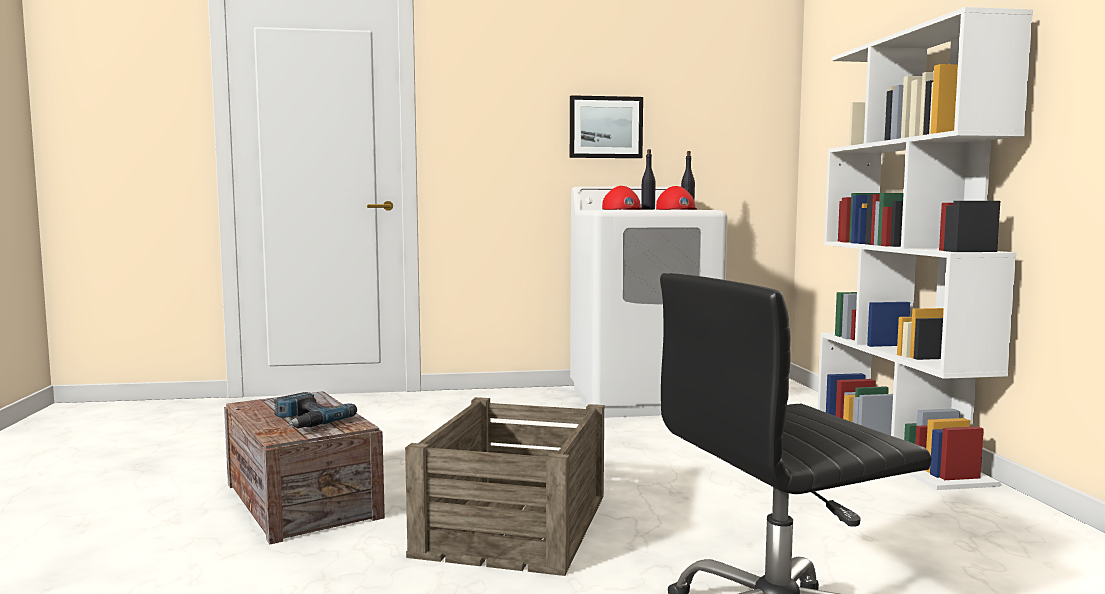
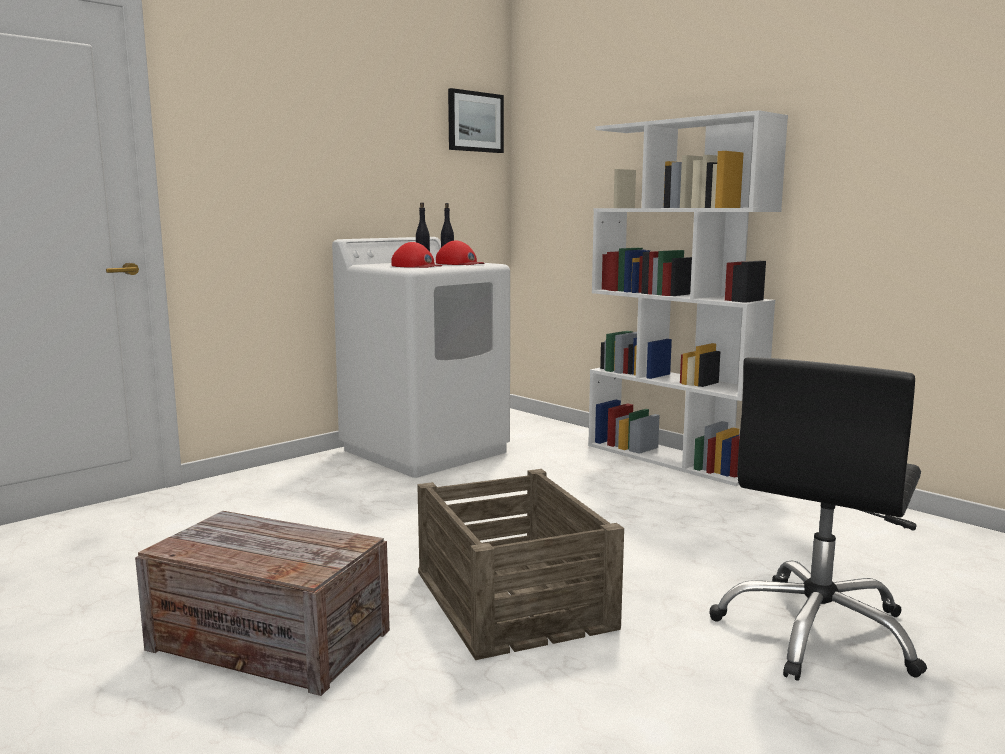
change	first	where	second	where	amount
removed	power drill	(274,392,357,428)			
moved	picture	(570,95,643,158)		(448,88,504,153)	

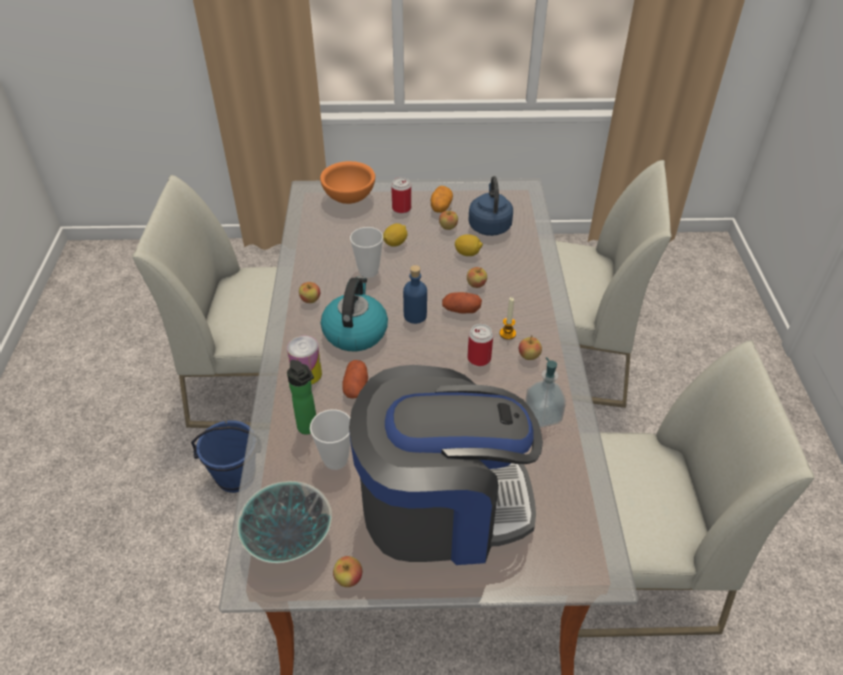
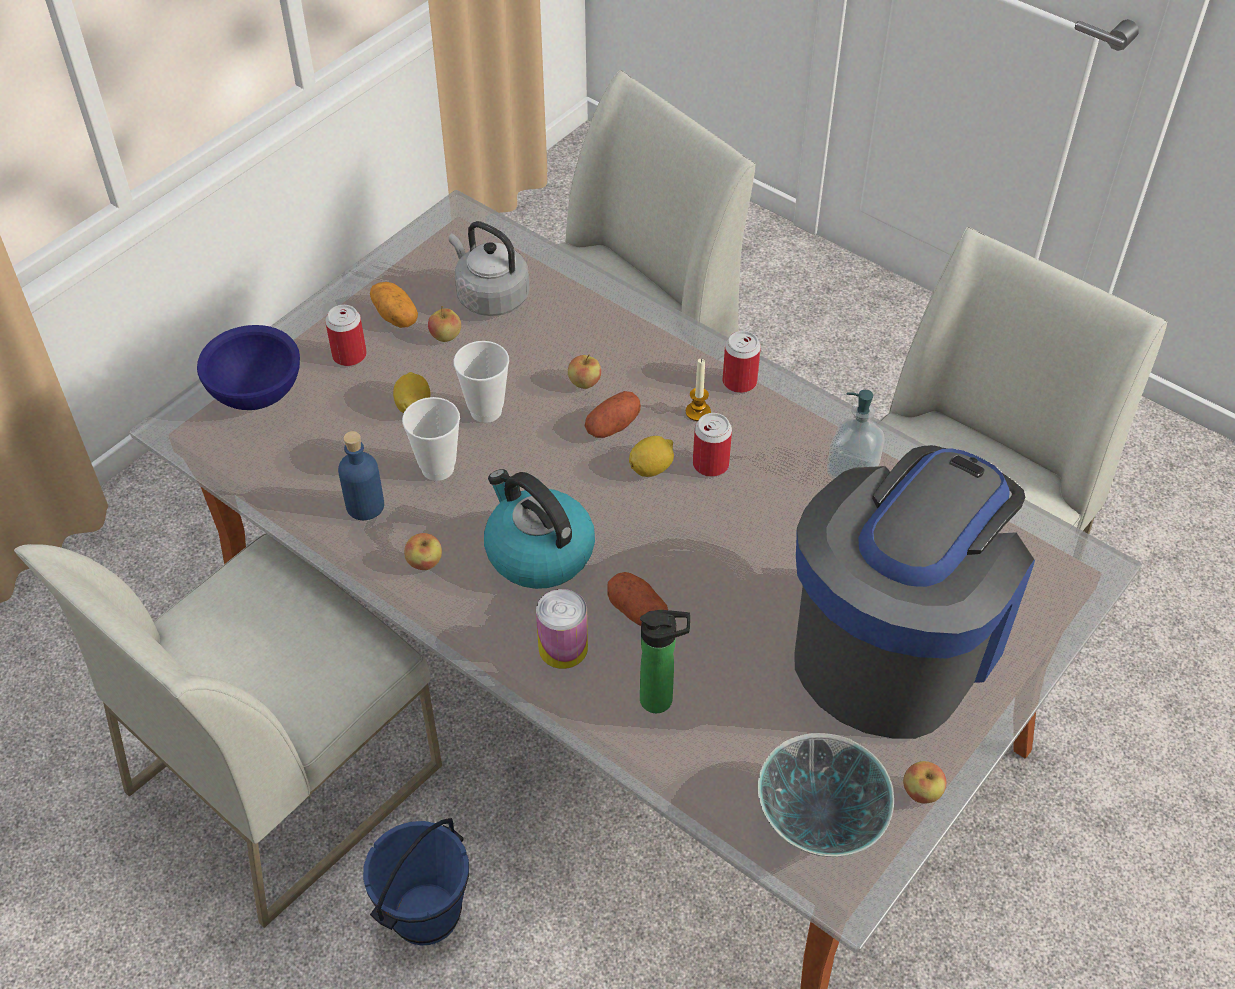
change	first	where	second	where	amount
removed	apple	(519,335,542,360)			
added			can	(723,331,761,393)	
moved	cup	(310,409,351,470)		(453,341,509,423)	
moved	blue bottle	(403,265,427,324)		(338,431,384,520)	
moved	lemon	(455,234,483,256)		(629,436,674,477)	
recoloured	orange bowl	(320,161,375,204)	blue bowl	(197,325,300,410)	
recoloured	blue kettle	(468,176,513,236)	grey kettle	(449,221,529,316)	

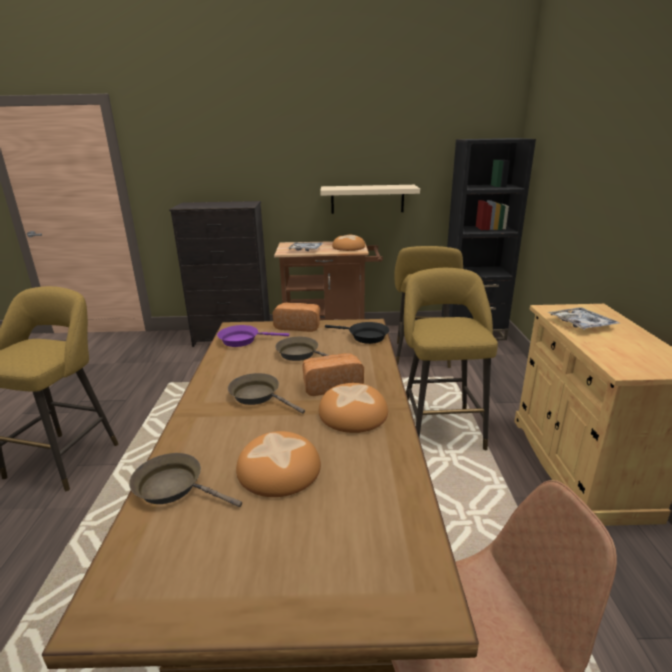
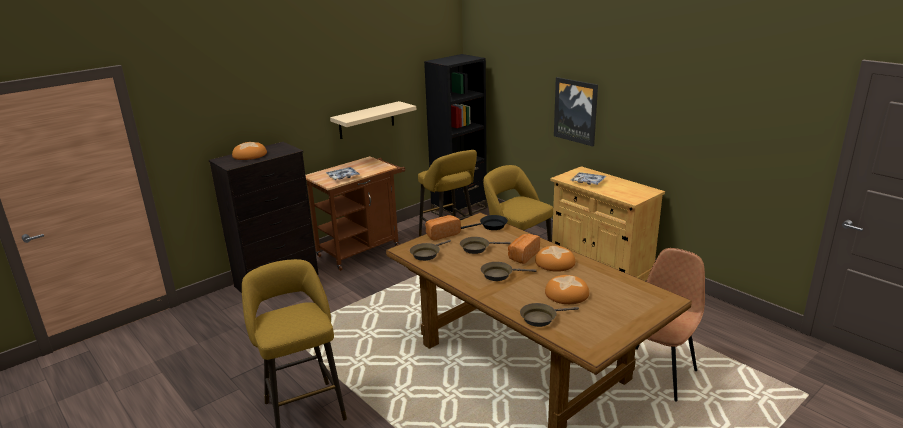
change	first	where	second	where	amount
added			picture	(554,77,598,146)	
moved	bread	(332,235,365,251)		(232,142,267,160)	
recoloured	purple frying pan	(217,325,289,347)	brown frying pan	(410,240,451,261)	

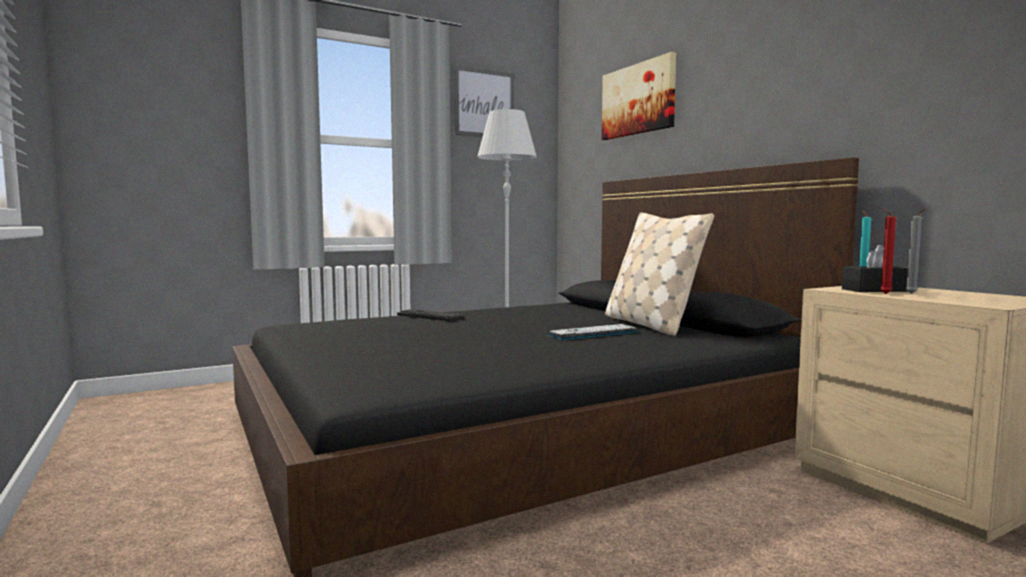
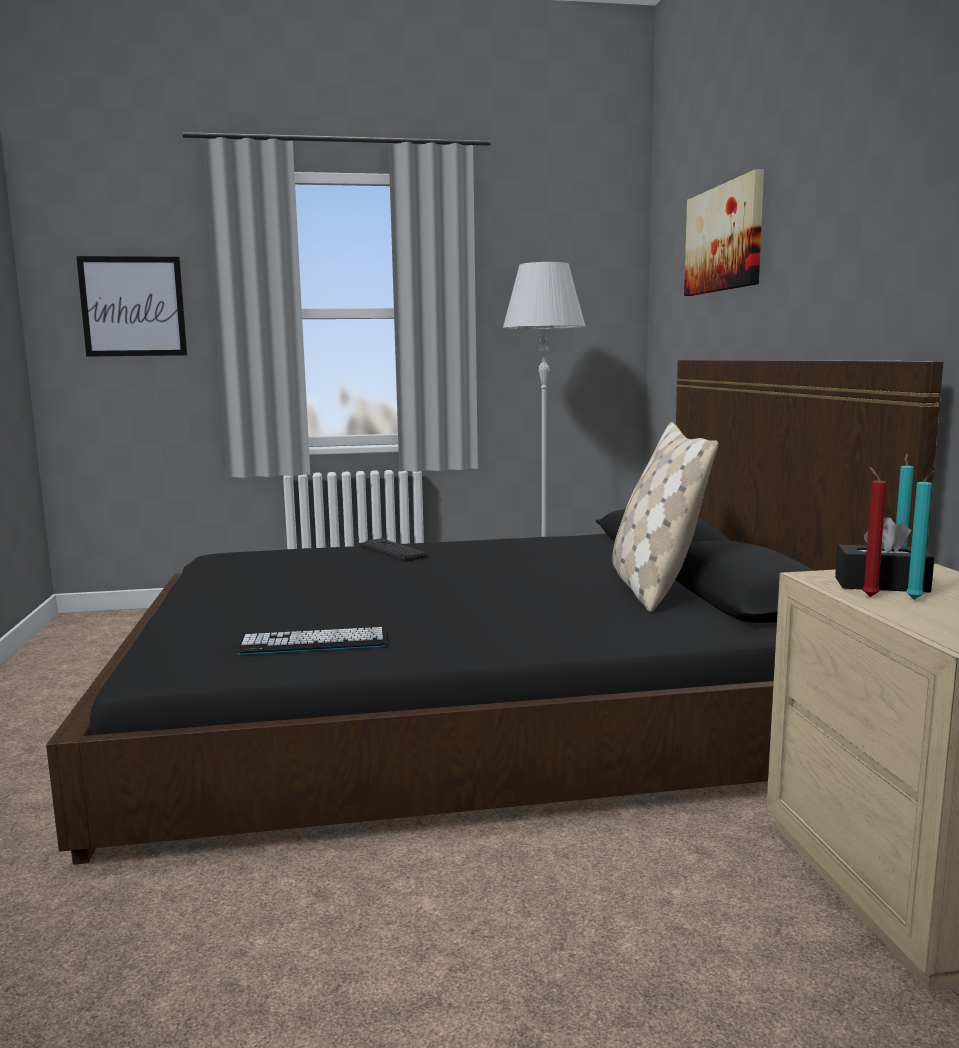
change	first	where	second	where	amount
moved	picture	(454,65,514,137)		(76,256,187,357)	
moved	keyboard	(547,324,638,340)		(237,627,387,655)	
recoloured	grey candle	(905,208,927,294)	turquoise candle	(906,471,935,600)	

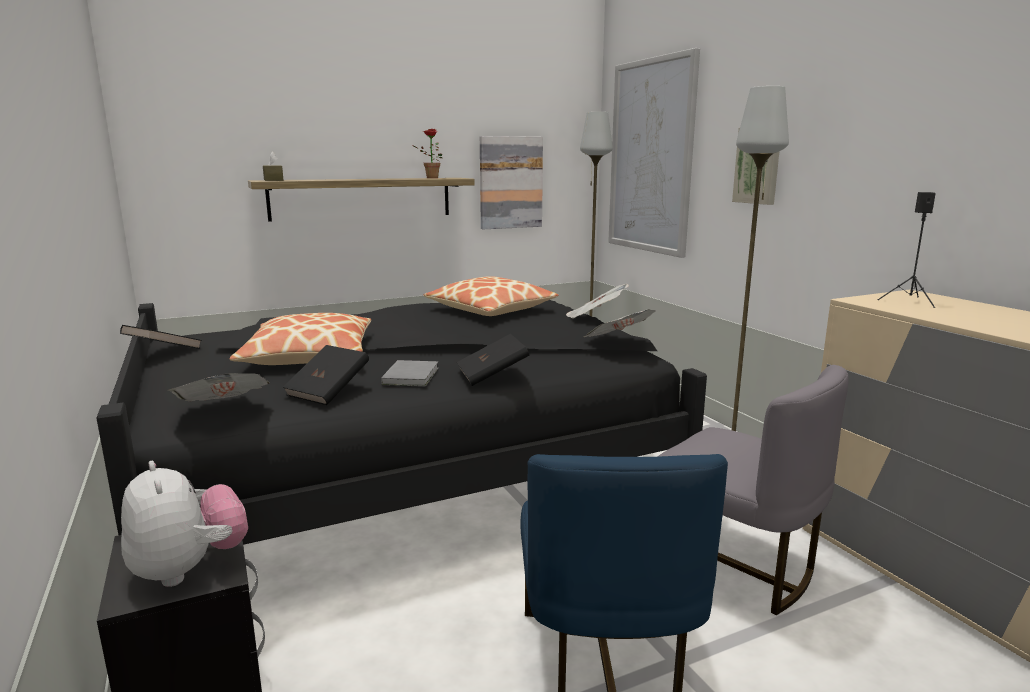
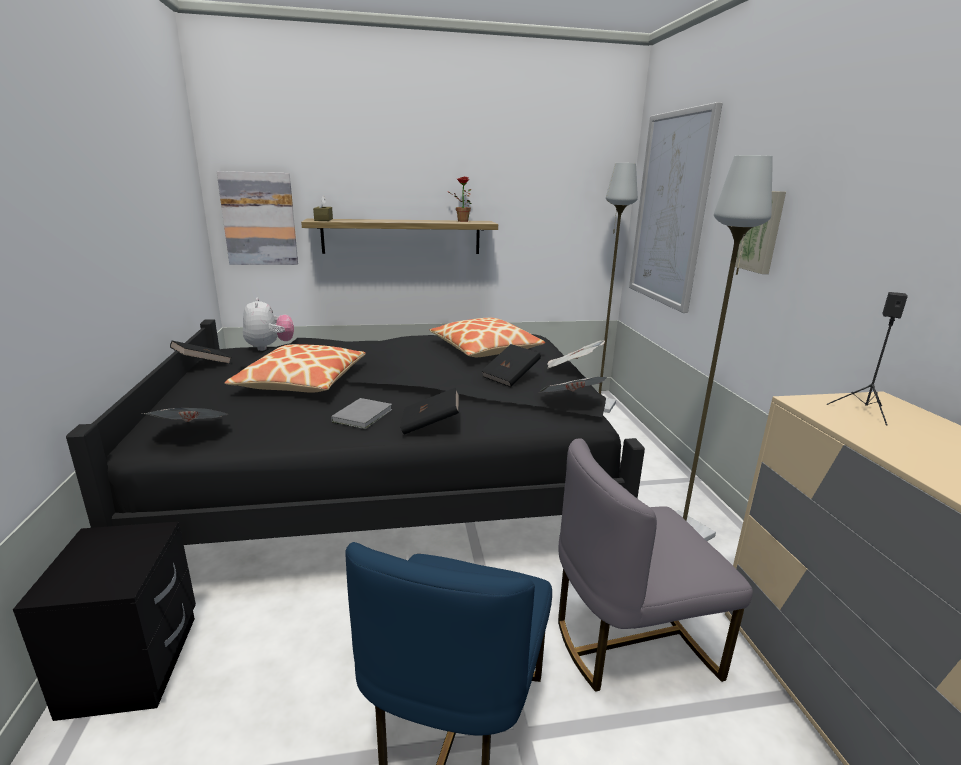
change	first	where	second	where	amount
moved	plush toy	(121,461,248,587)		(243,298,294,351)	
moved	black book	(282,345,369,405)		(481,344,541,387)	
moved	picture	(480,136,543,229)		(217,171,298,265)	
turned	grey chair	(657,365,849,615)		(558,438,753,692)	105 degrees clockwise

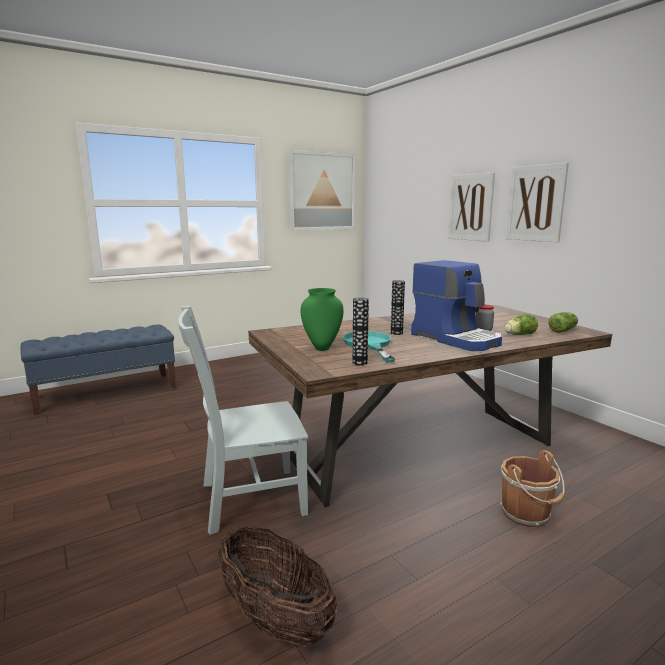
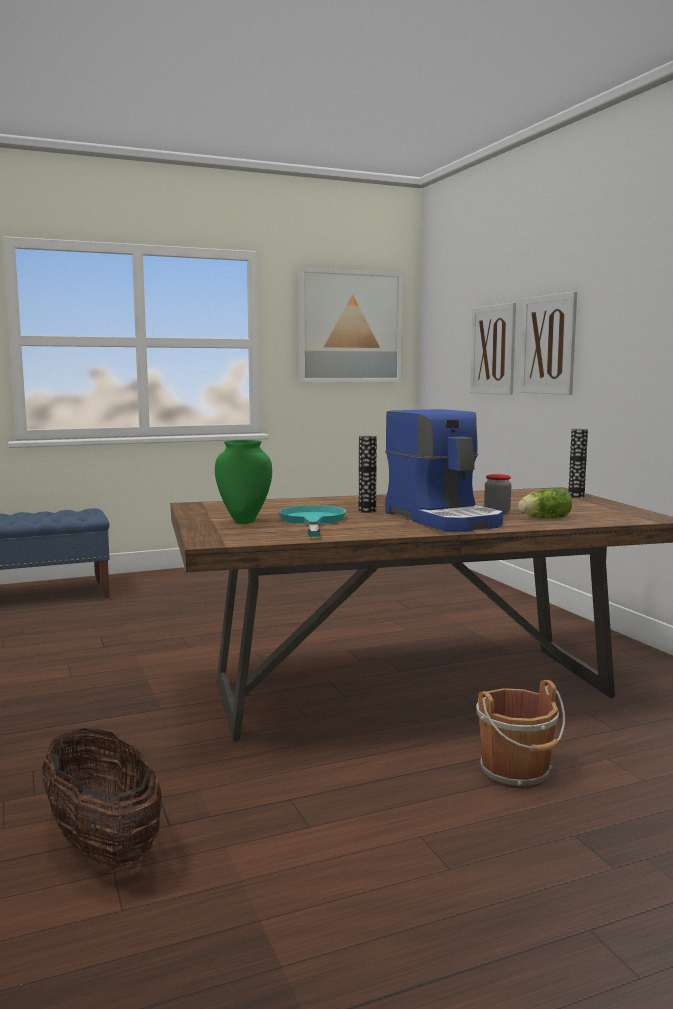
change	first	where	second	where	amount
removed	grey chair	(178,306,308,535)			
removed	lettuce	(549,312,578,333)			
moved	vase	(352,298,369,366)		(568,429,588,498)	
moved	picture	(506,163,569,242)		(470,303,516,395)	

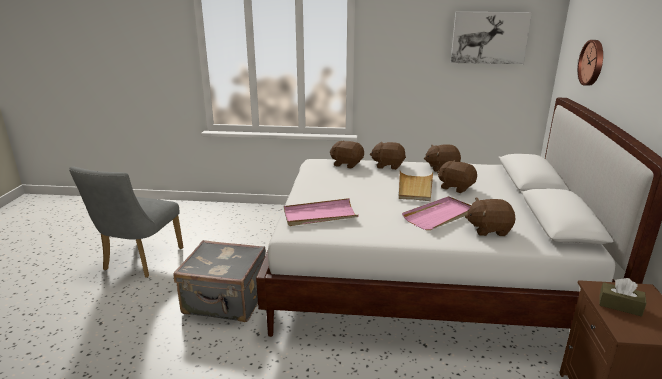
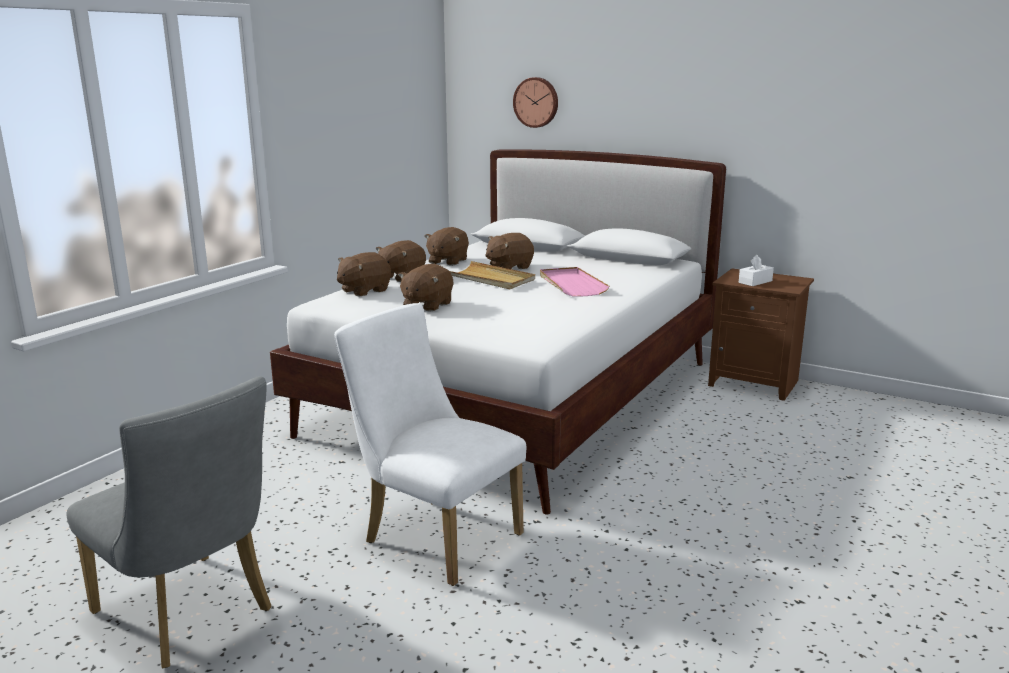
change	first	where	second	where	amount
removed	pink tray	(284,198,359,226)			
removed	picture	(451,12,532,64)			
moved	brown plush toy	(465,198,516,236)		(398,264,453,312)	
replaced	grey suitcase	(174,240,266,322)	white chair	(334,303,526,586)	
recoloured	brown tissue box	(599,278,646,316)	white tissue box	(739,255,774,286)	

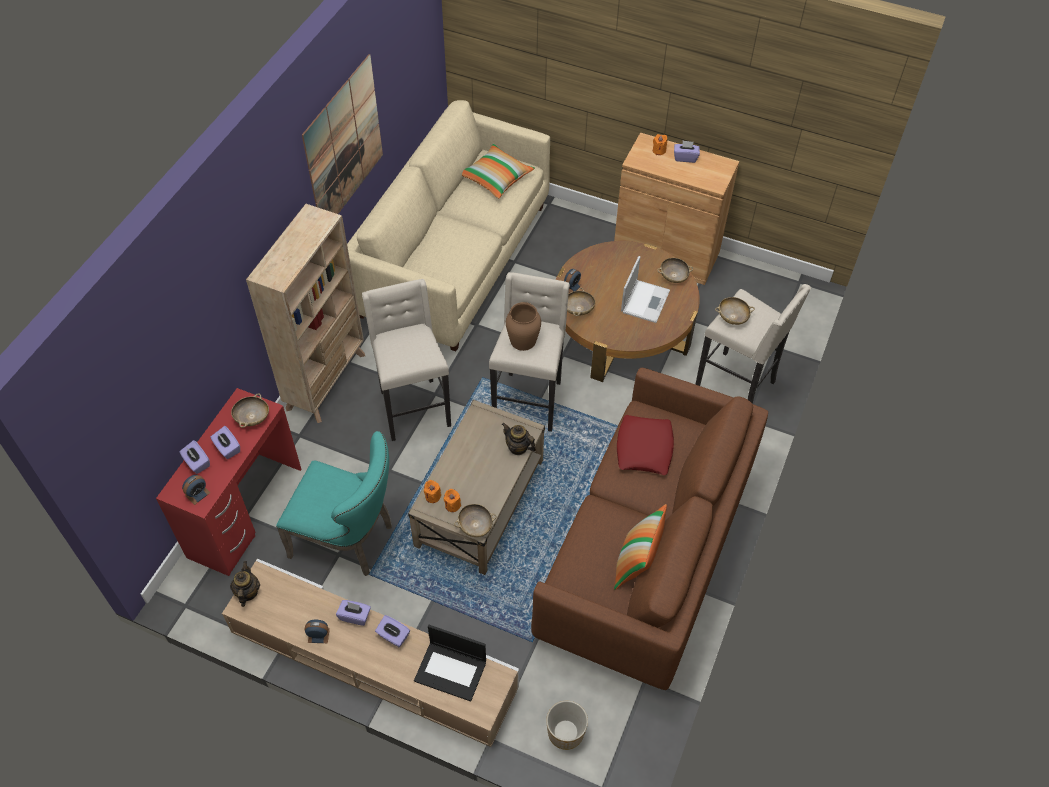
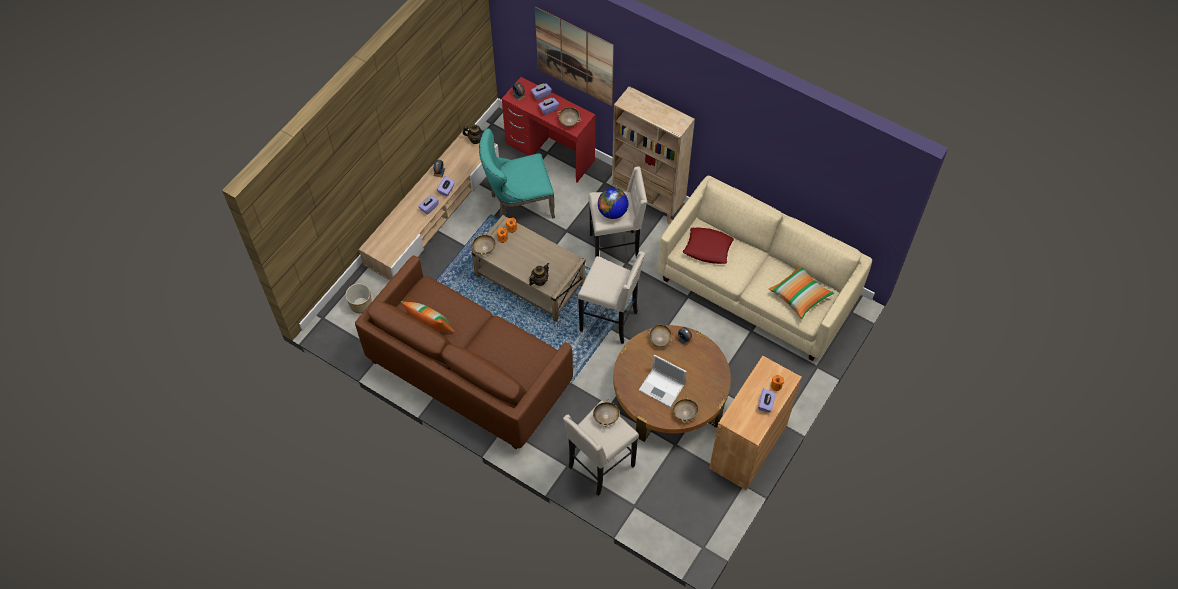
change	first	where	second	where	amount
removed	laptop	(414,625,486,702)			
removed	brown vase	(506,302,541,351)			
added			globe	(598,188,628,219)	
moved	picture	(302,54,383,214)		(535,6,614,106)	
moved	red pillow	(617,415,674,475)		(683,228,734,264)	
turned	turquoise chair	(276,431,392,576)		(479,128,555,219)	45 degrees clockwise

